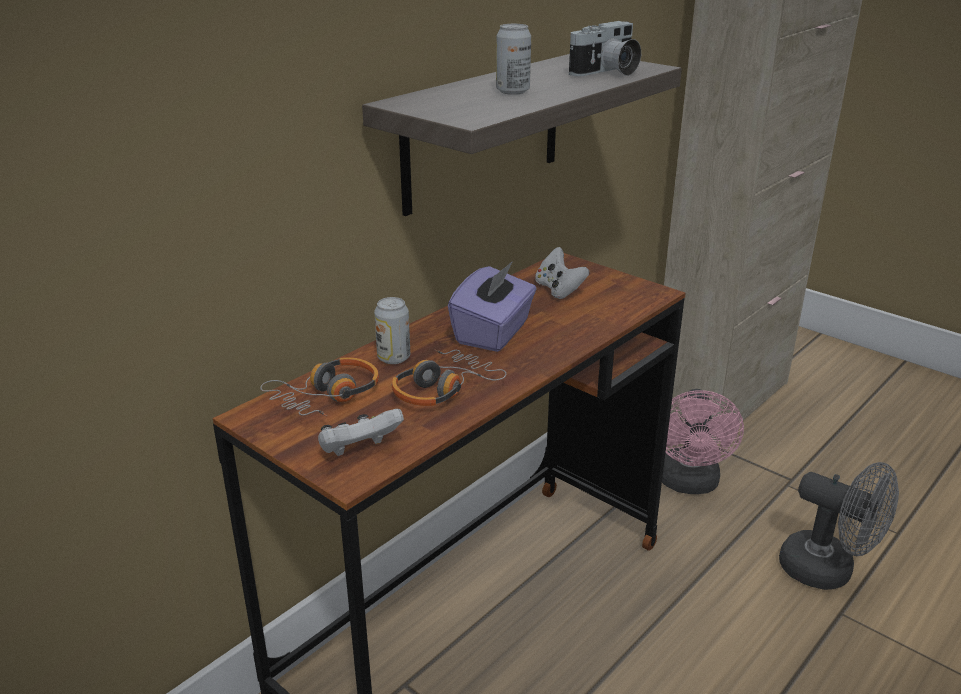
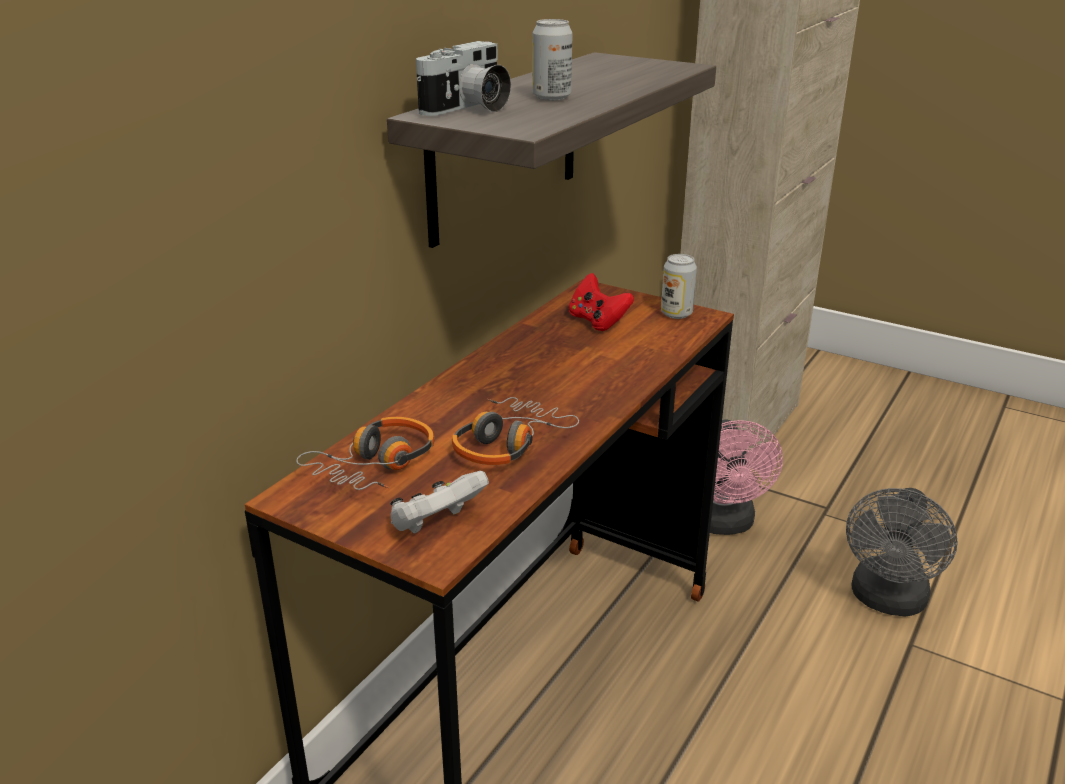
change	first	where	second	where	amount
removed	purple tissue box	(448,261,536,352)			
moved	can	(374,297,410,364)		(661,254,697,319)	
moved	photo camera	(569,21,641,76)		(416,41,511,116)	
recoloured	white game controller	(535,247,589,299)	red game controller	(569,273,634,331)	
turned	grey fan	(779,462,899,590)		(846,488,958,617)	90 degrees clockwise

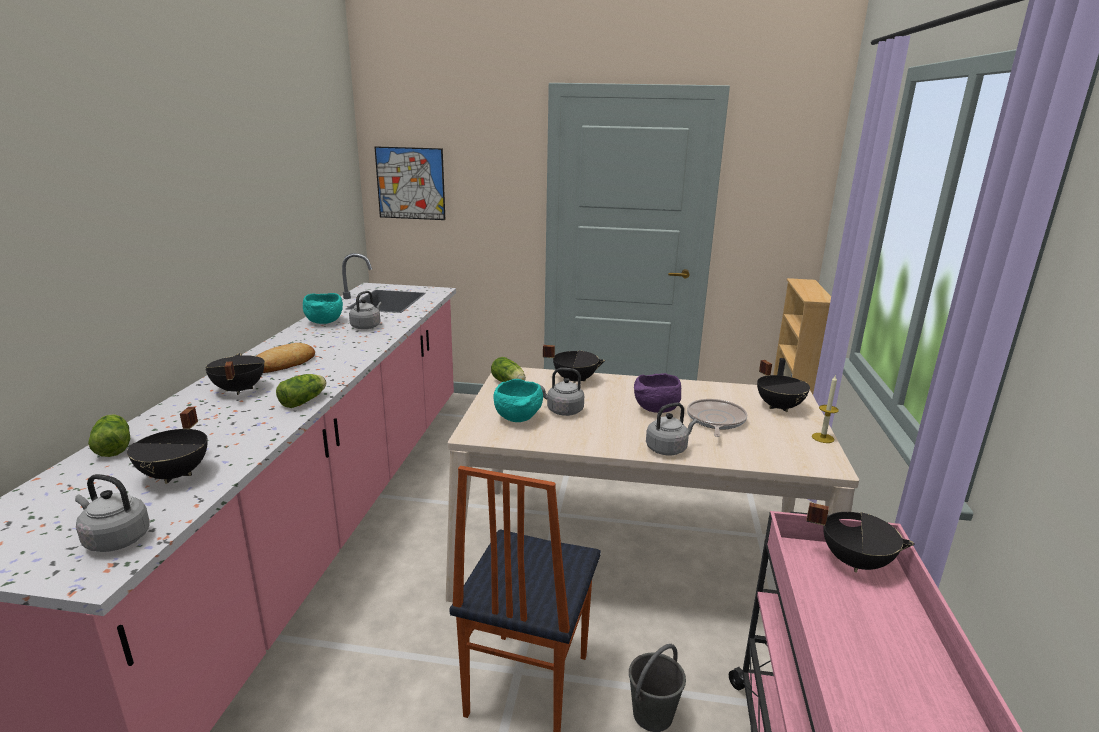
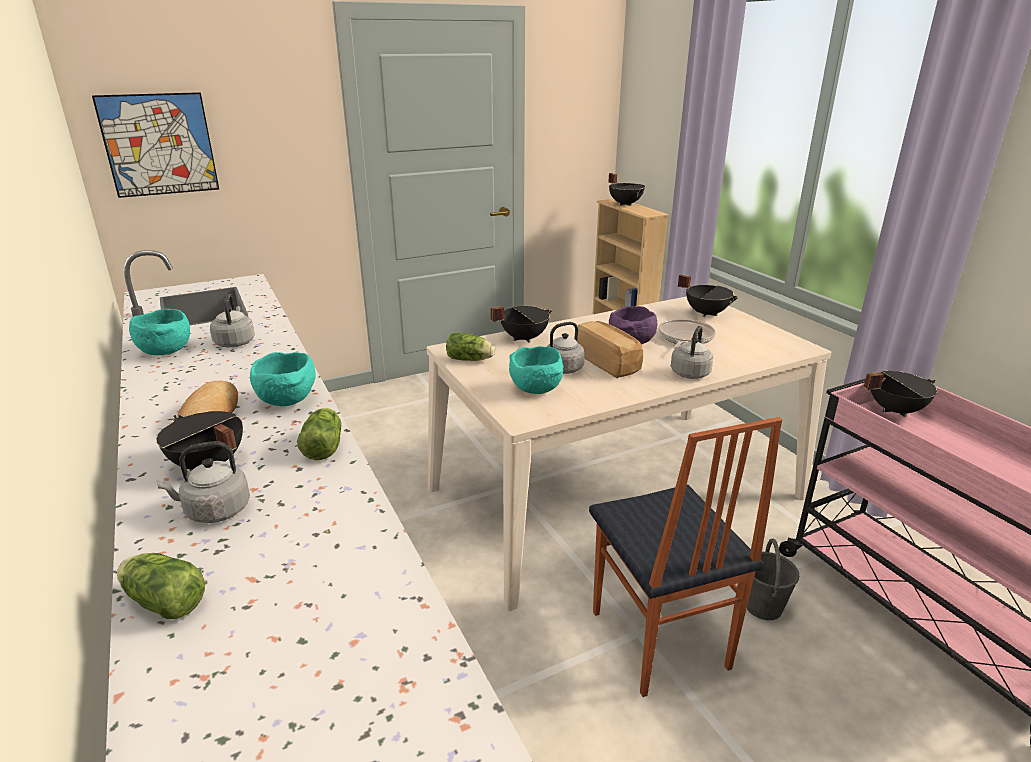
change	first	where	second	where	amount
removed	candle	(812,374,839,443)			
added			turquoise bowl	(250,352,316,406)	
added			bread	(577,321,643,378)	
moved	grey kettle	(75,474,150,552)		(156,441,250,523)	
moved	black cooking pot	(127,407,208,484)		(608,173,645,206)	
turned	frying pan	(687,399,747,437)		(658,319,716,349)	45 degrees clockwise

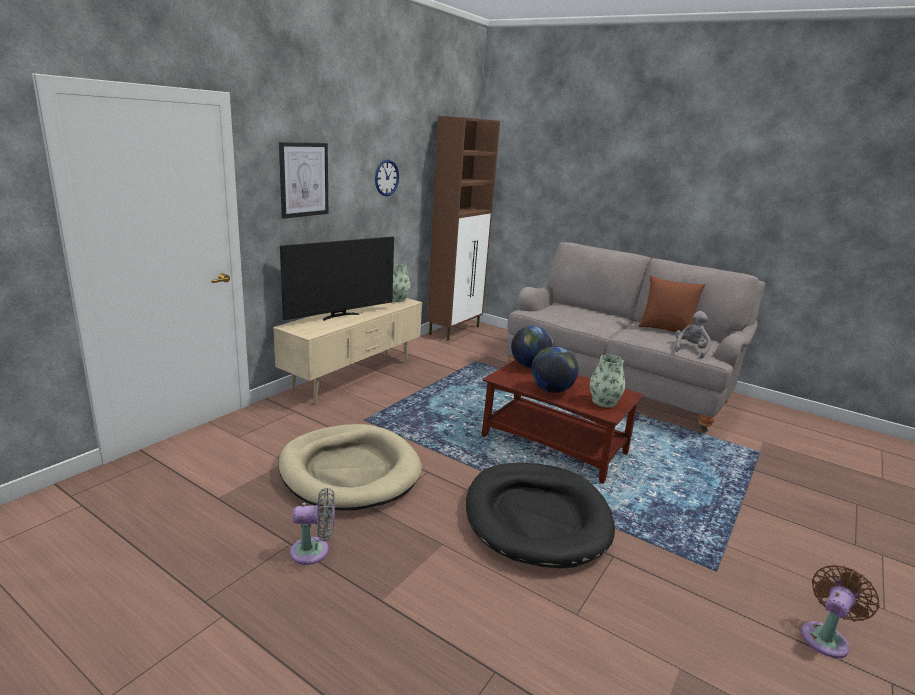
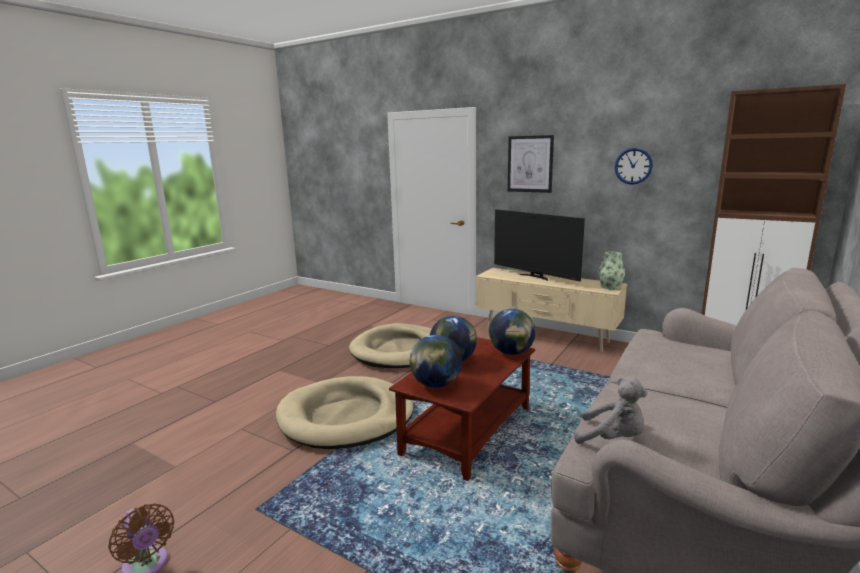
change	first	where	second	where	amount
removed	grey fan	(290,488,335,565)			
removed	brown pillow	(638,275,706,332)			
replaced	vase	(590,355,625,408)	globe	(410,335,462,388)	
recoloured	black dog bed	(466,463,615,568)	beige dog bed	(276,376,414,449)	

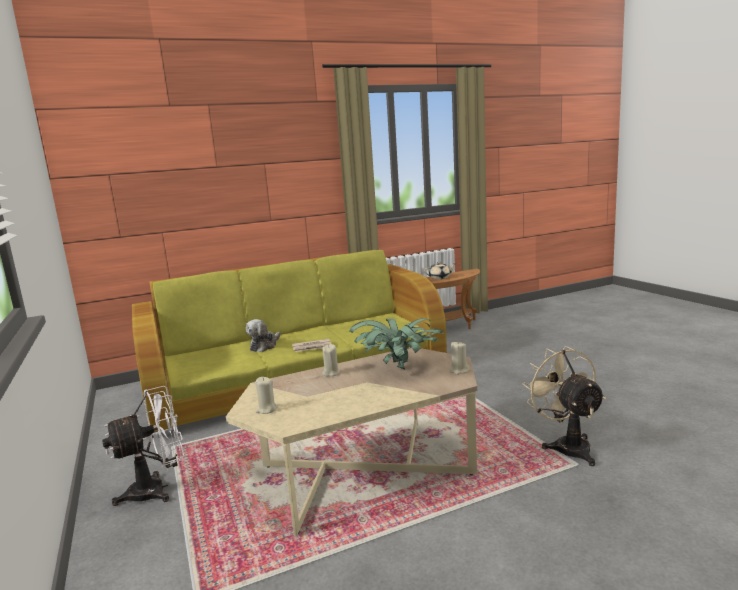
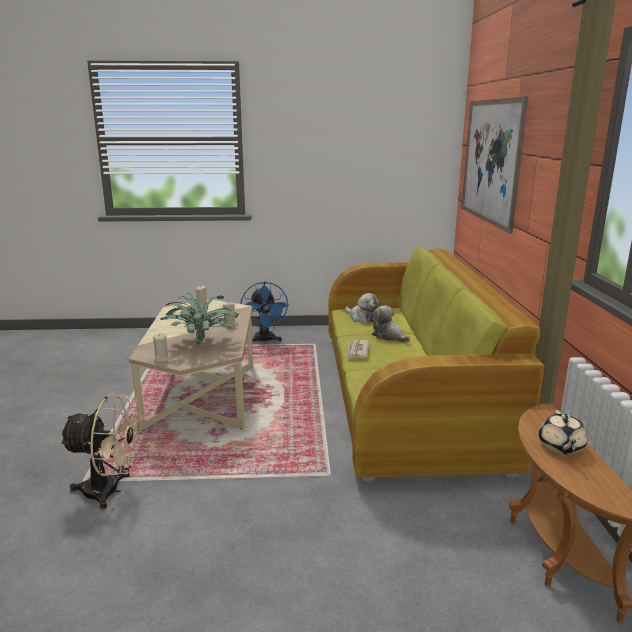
change	first	where	second	where	amount
added			plush toy	(345,293,379,323)	
added			picture	(461,96,528,234)	
recoloured	white fan	(102,386,184,506)	blue fan	(241,282,289,343)	

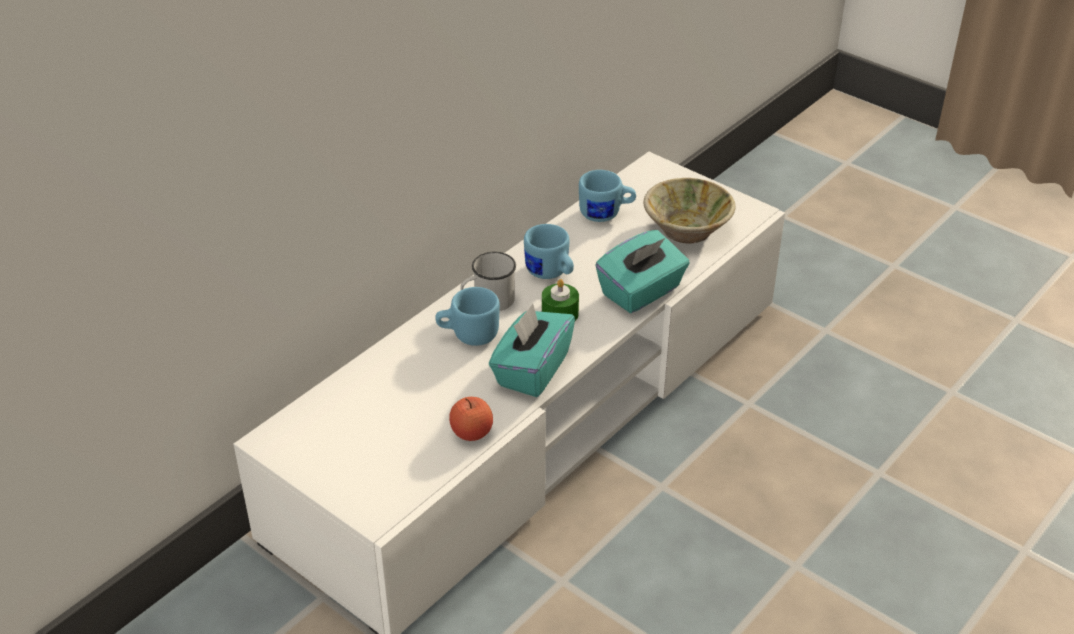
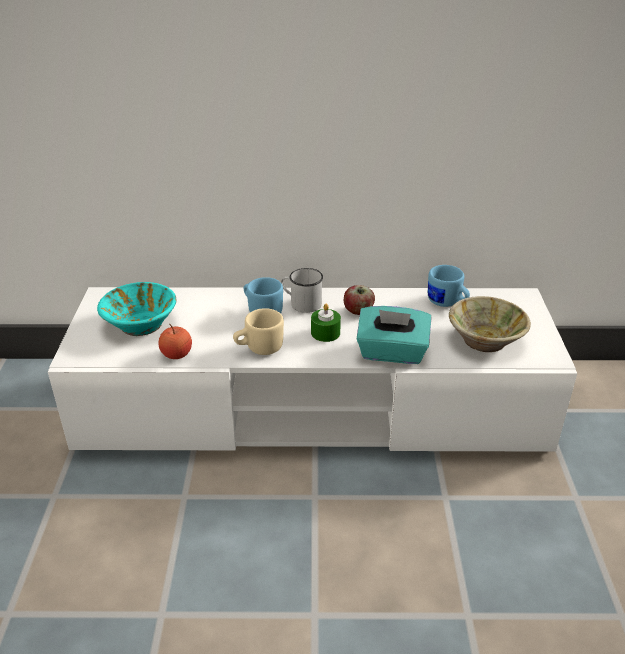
change	first	where	second	where	amount
added			turquoise bowl	(97,282,176,336)	
replaced	turquoise tissue box	(489,304,575,397)	beige mug	(233,308,284,355)	
replaced	blue mug	(524,224,574,279)	apple	(344,285,375,315)	

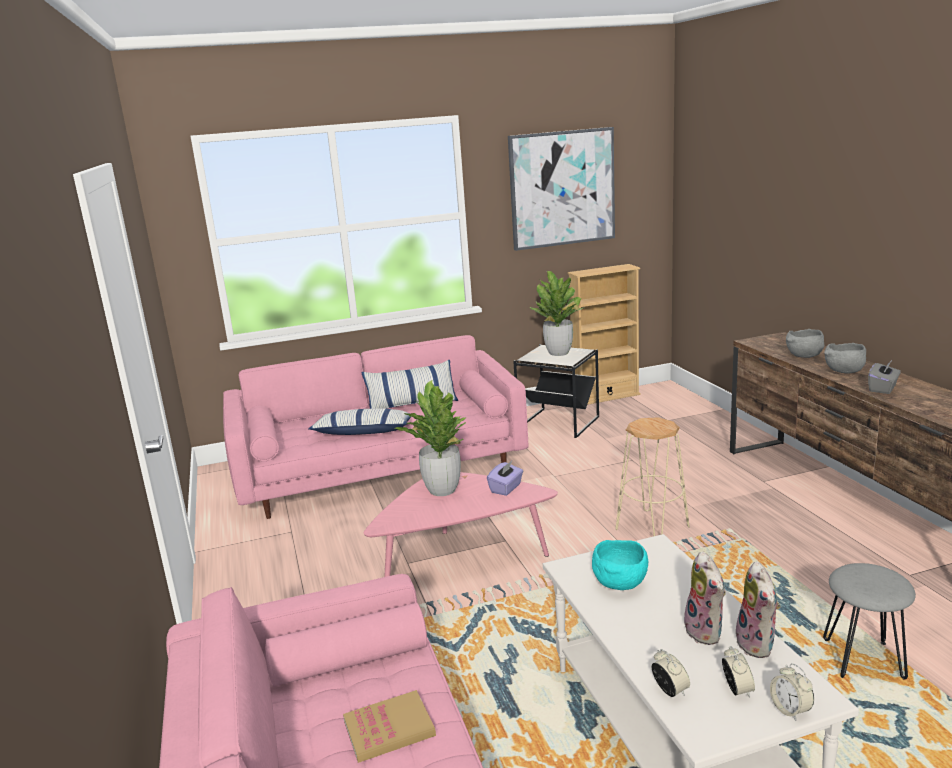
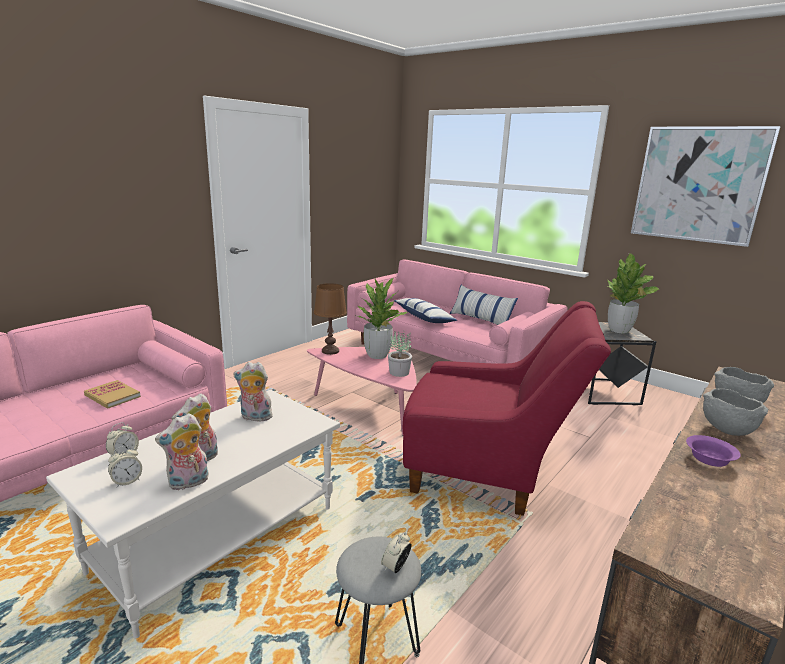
change	first	where	second	where	amount
removed	beige bookcase	(568,264,641,405)			
added			brown table lamp	(314,283,347,355)	
moved	alarm clock	(770,663,814,721)		(381,532,412,573)	
replaced	purple tissue box	(487,461,523,496)	potted plant	(388,330,412,377)	
replaced	turquoise bowl	(592,540,648,590)	plush toy	(233,362,273,421)	
replaced	beige stool	(616,417,690,536)	red armchair	(403,301,611,516)	
replaced	grey tissue box	(868,359,901,394)	purple bowl	(686,435,740,467)	

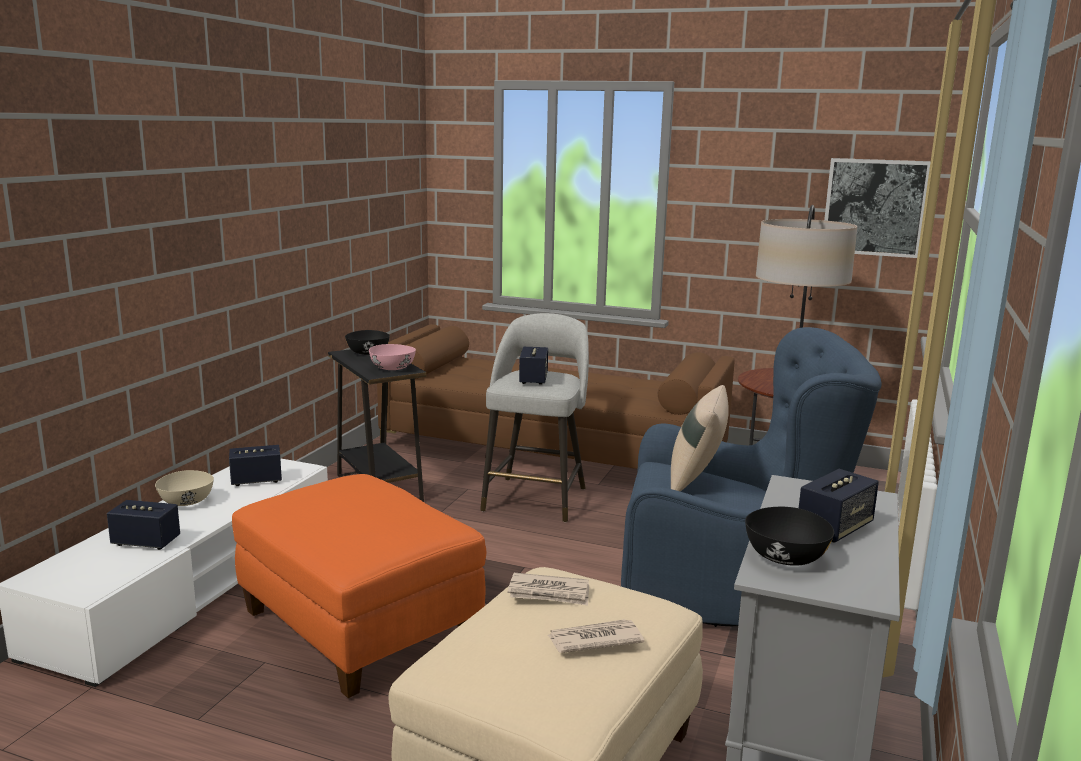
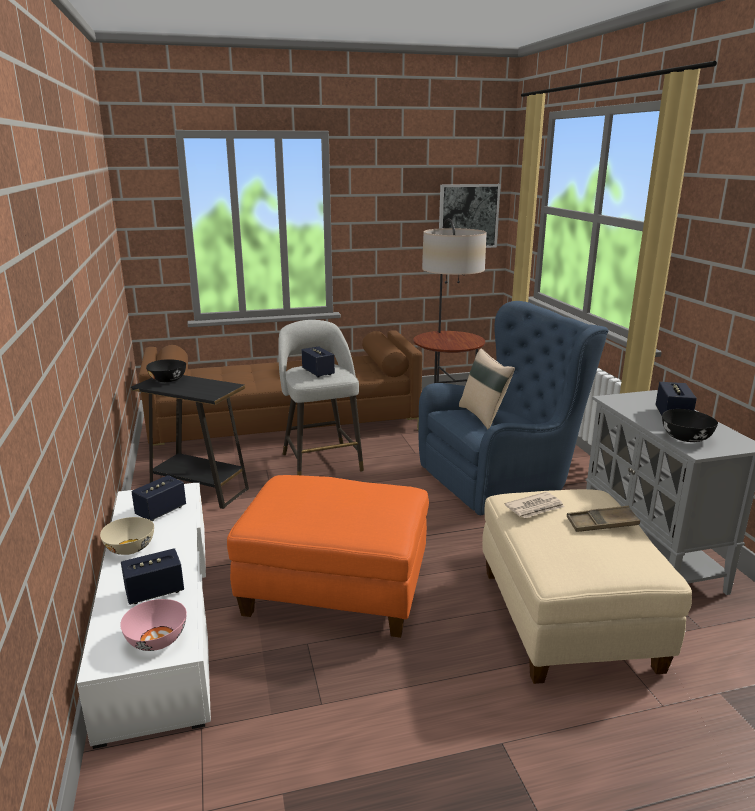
change	first	where	second	where	amount
moved	pink bowl	(369,344,416,370)		(120,599,187,651)	
replaced	newspaper	(548,619,644,653)	brown tray	(567,506,640,532)	

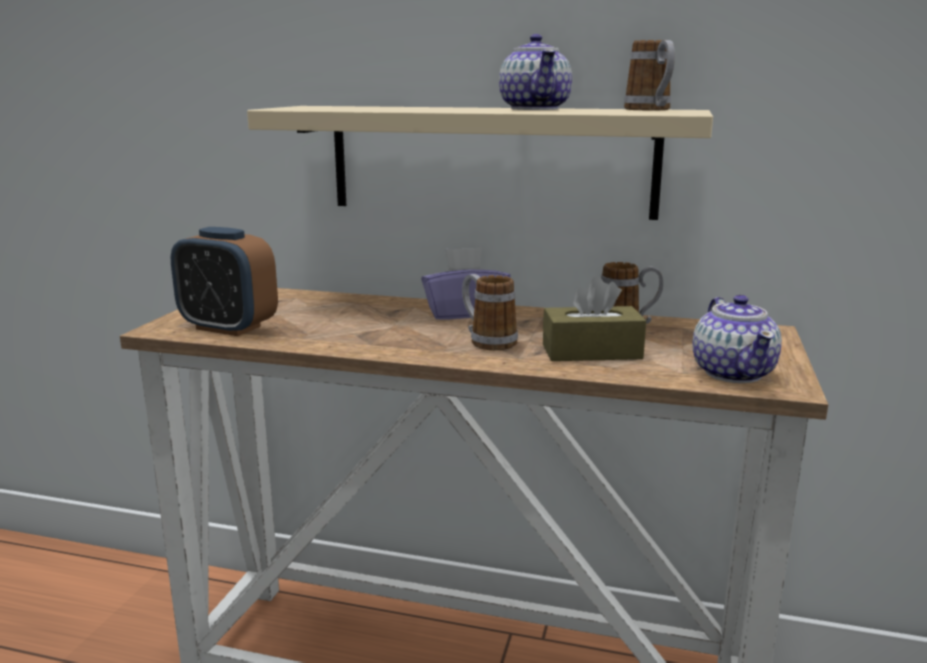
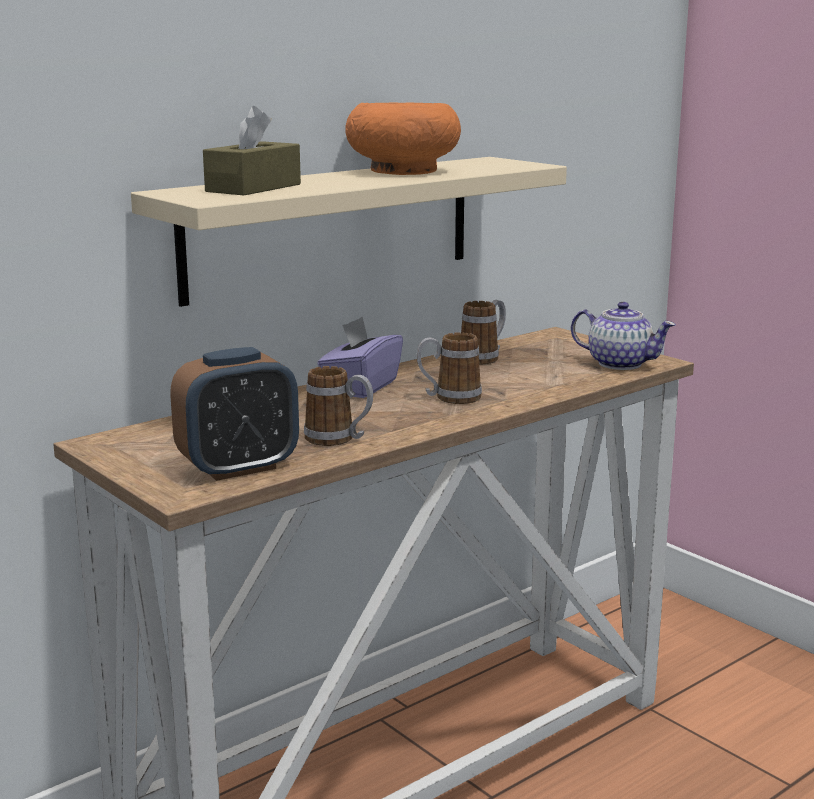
change	first	where	second	where	amount
moved	brown tissue box	(543,276,646,361)		(203,106,301,196)	
moved	mug	(624,40,675,110)		(304,366,373,446)	
replaced	teapot	(499,34,572,110)	orange bowl	(345,102,461,175)	

